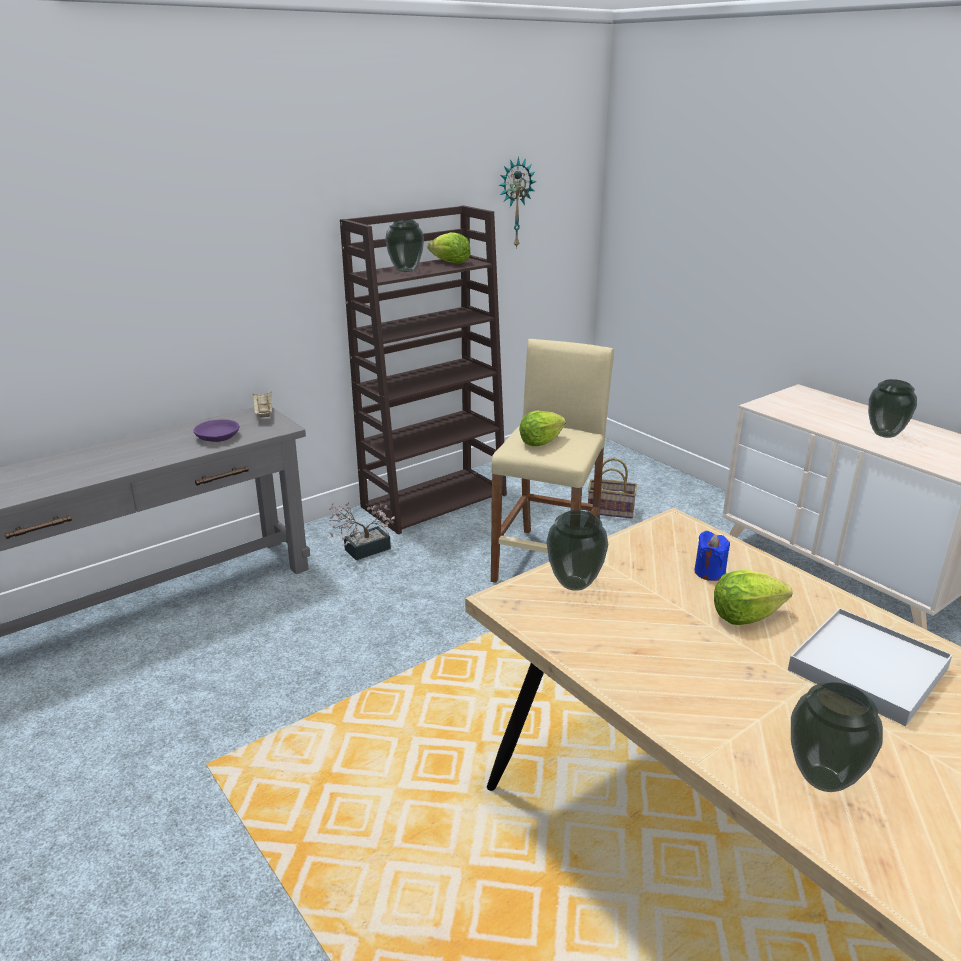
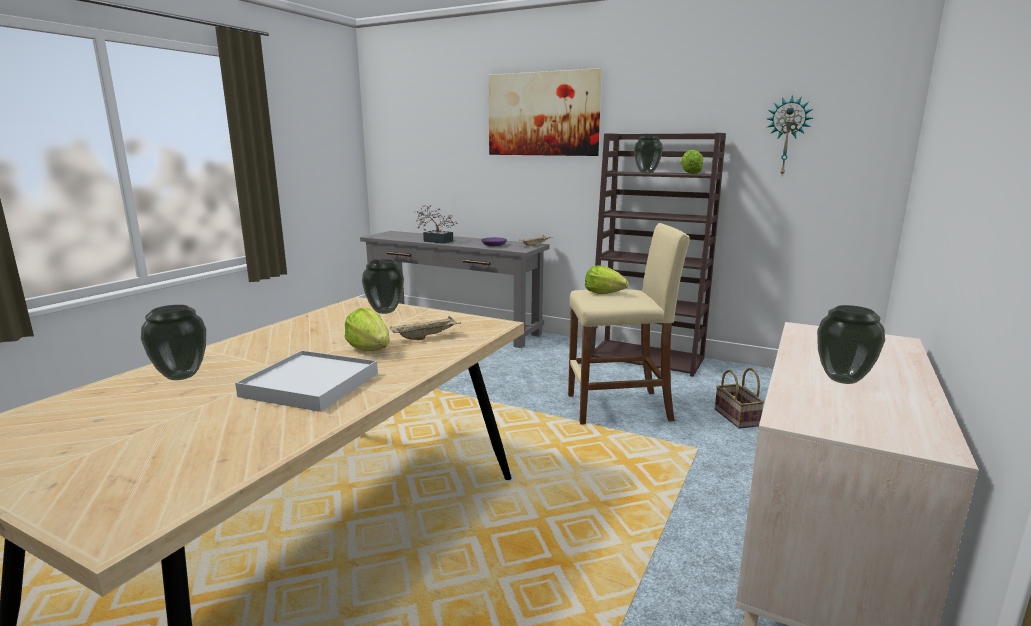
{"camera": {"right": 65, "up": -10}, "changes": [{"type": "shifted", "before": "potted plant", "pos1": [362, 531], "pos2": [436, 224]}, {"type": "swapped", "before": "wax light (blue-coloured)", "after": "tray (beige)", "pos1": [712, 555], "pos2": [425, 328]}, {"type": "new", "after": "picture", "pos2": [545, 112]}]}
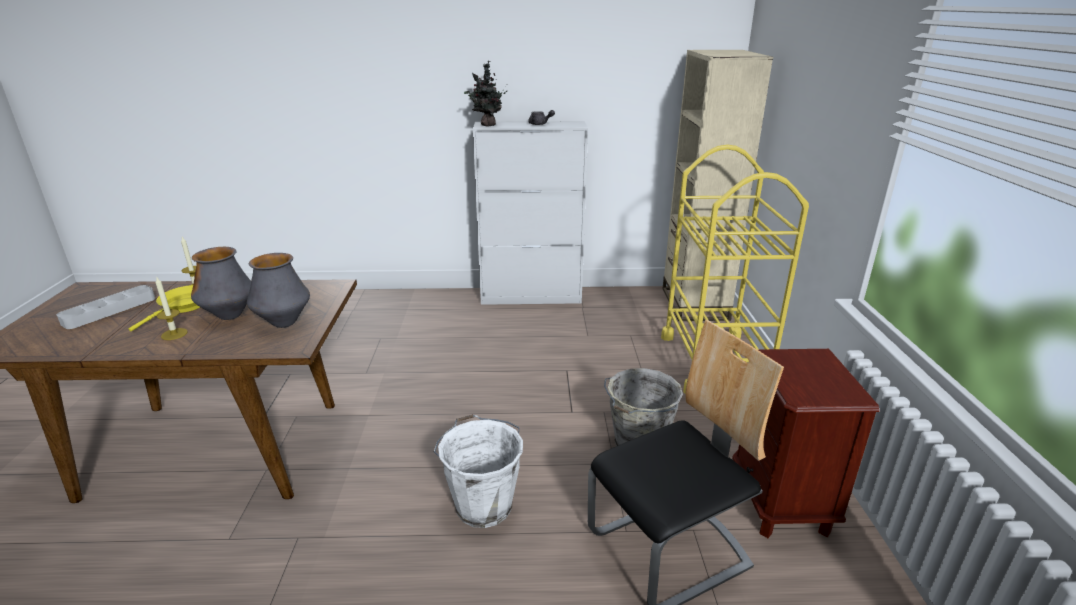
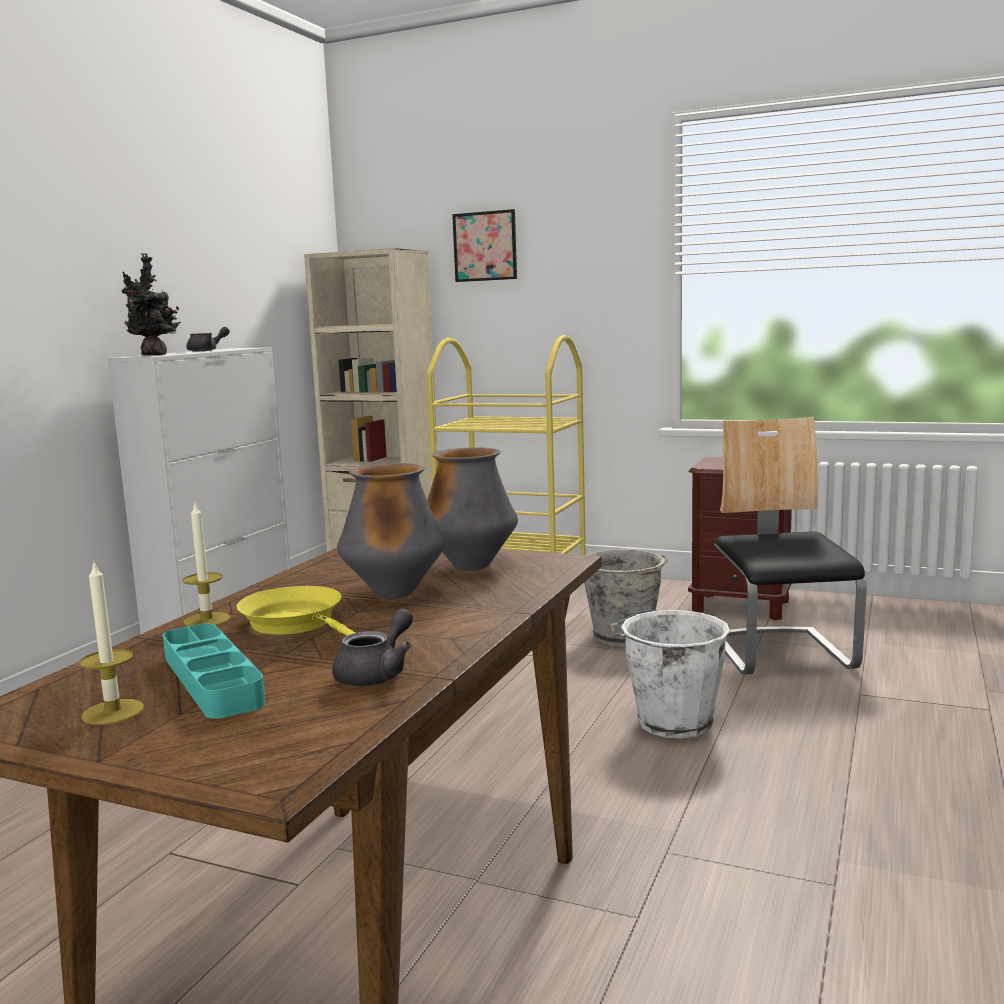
{"camera": {"right": -65, "up": -15}, "changes": [{"type": "repainted", "before": "tray (grey)", "after": "tray (blue-green)", "pos1": [106, 307], "pos2": [214, 671]}, {"type": "shifted", "before": "wax light", "pos1": [171, 308], "pos2": [111, 644]}, {"type": "new", "after": "tea pot (grey)", "pos2": [372, 647]}, {"type": "new", "after": "picture", "pos2": [484, 245]}]}
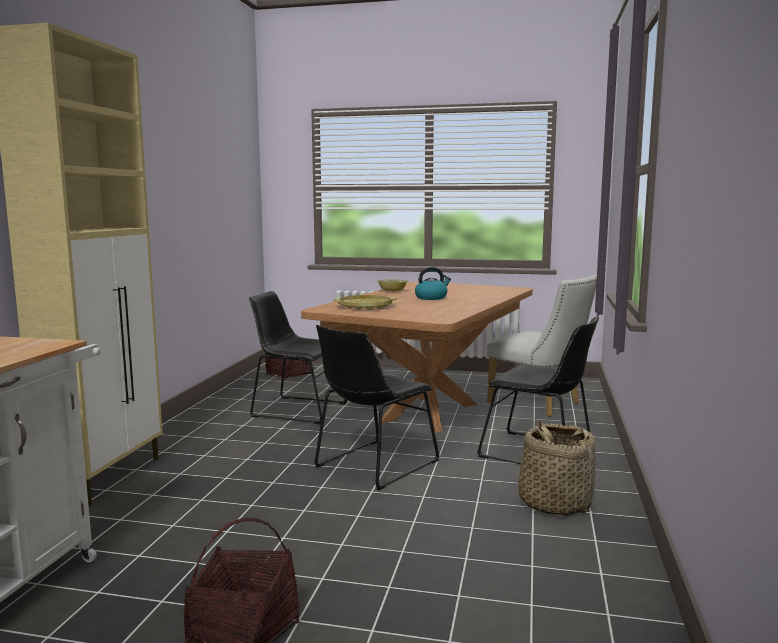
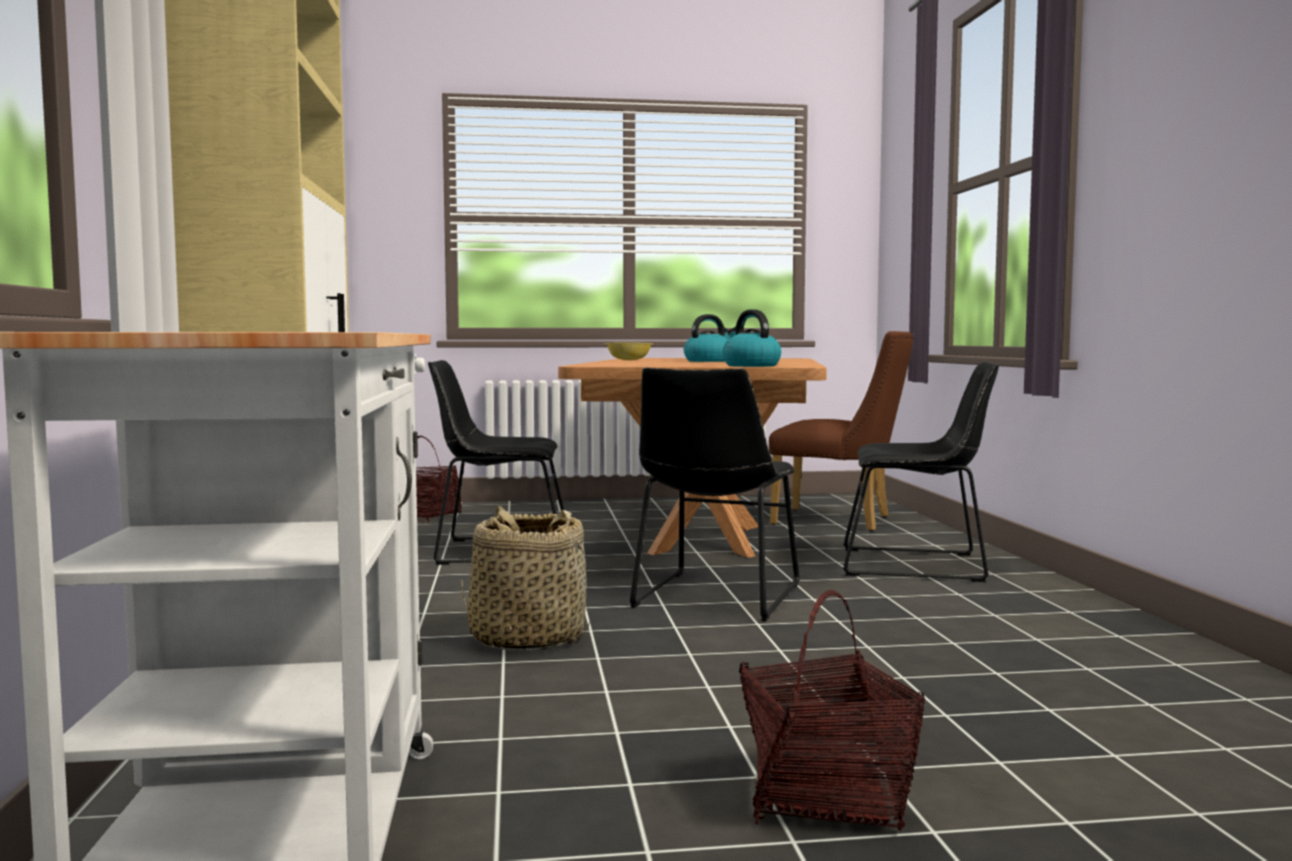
{"camera": {"right": -20, "up": -5}, "changes": [{"type": "gone", "before": "tray (yellow)", "pos1": [365, 302]}, {"type": "repainted", "before": "plain chair (white-coloured)", "after": "plain chair (brown)", "pos1": [542, 346], "pos2": [841, 431]}, {"type": "shifted", "before": "household basket", "pos1": [555, 468], "pos2": [526, 578]}, {"type": "new", "after": "kettle", "pos2": [751, 338]}]}
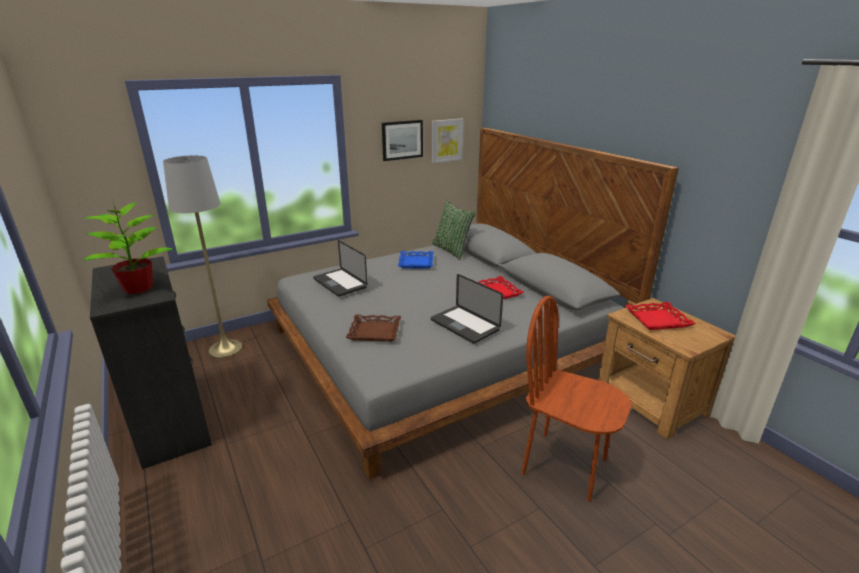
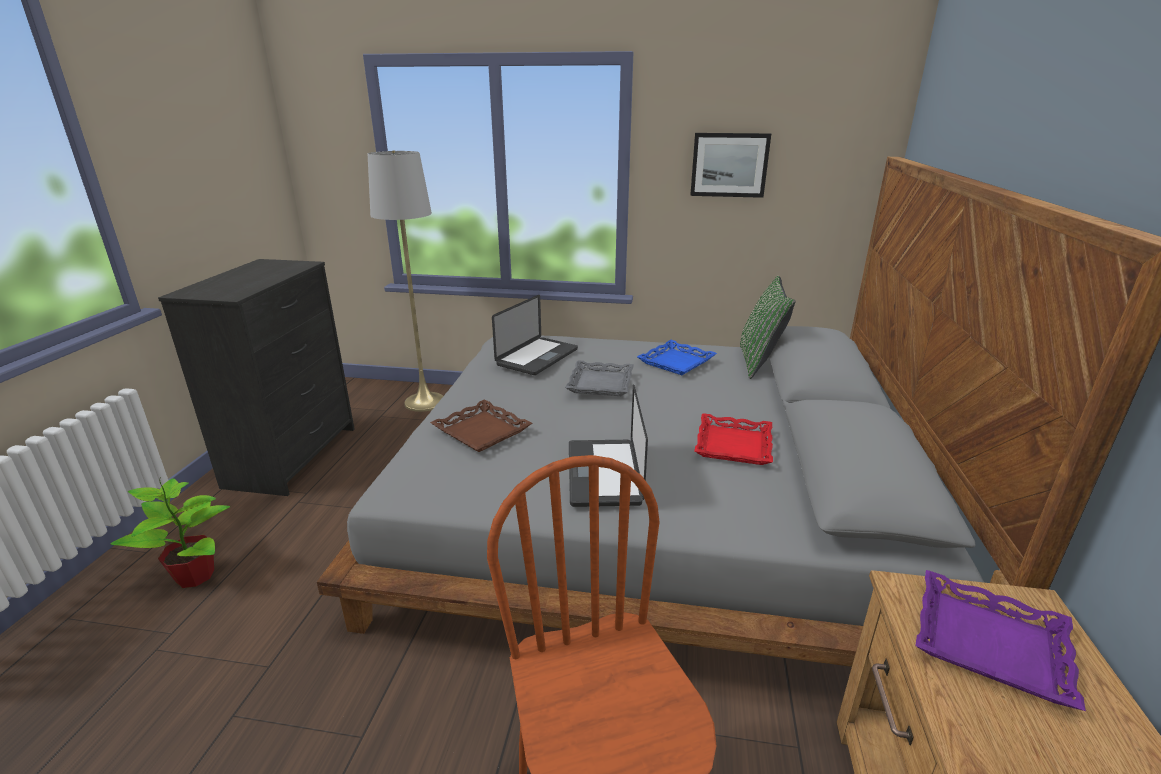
{"camera": {"right": 40, "up": 0}, "changes": [{"type": "shifted", "before": "potted plant", "pos1": [128, 247], "pos2": [170, 532]}, {"type": "rotated", "before": "notebook computer", "pos1": [340, 268], "pos2": [535, 335], "turn": -150}, {"type": "gone", "before": "picture", "pos1": [447, 141]}, {"type": "repainted", "before": "tray (red)", "after": "tray (purplish)", "pos1": [660, 316], "pos2": [1000, 640]}, {"type": "new", "after": "tray (grey)", "pos2": [599, 378]}]}
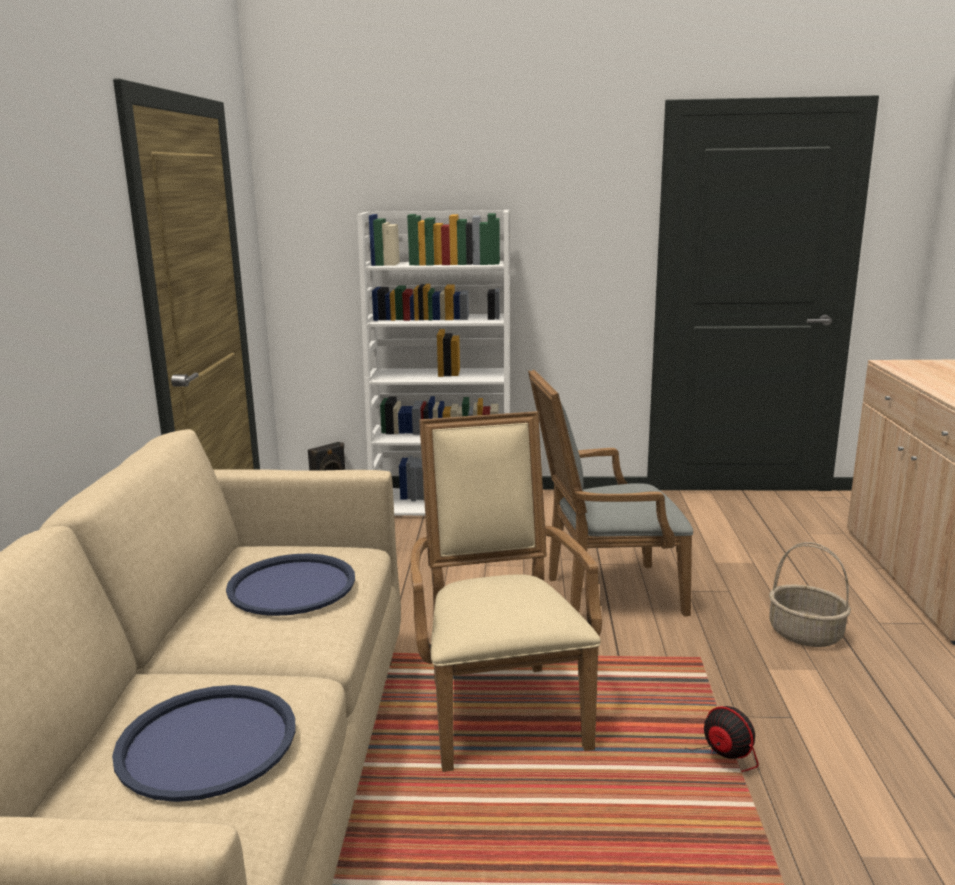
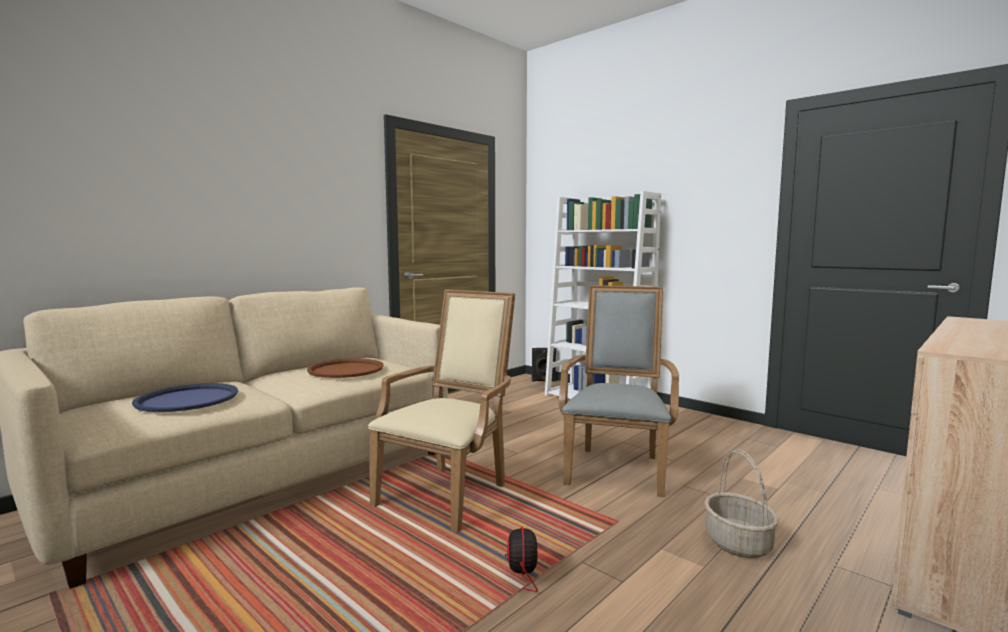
{"camera": {"right": 40, "up": -10}, "changes": [{"type": "repainted", "before": "tray (blue-coloured)", "after": "tray (brown)", "pos1": [290, 585], "pos2": [345, 368]}, {"type": "rotated", "before": "easy chair (grey)", "pos1": [610, 492], "pos2": [619, 391], "turn": 75}]}
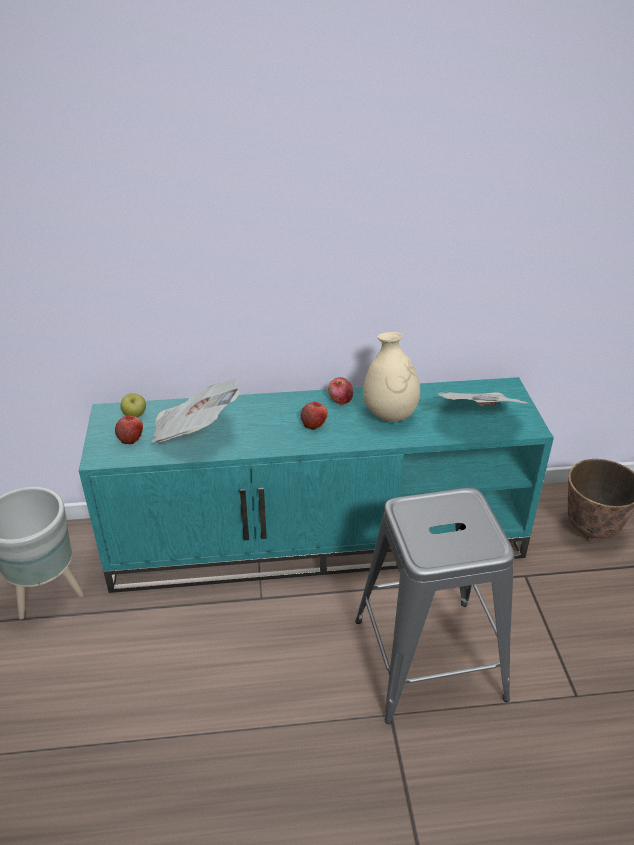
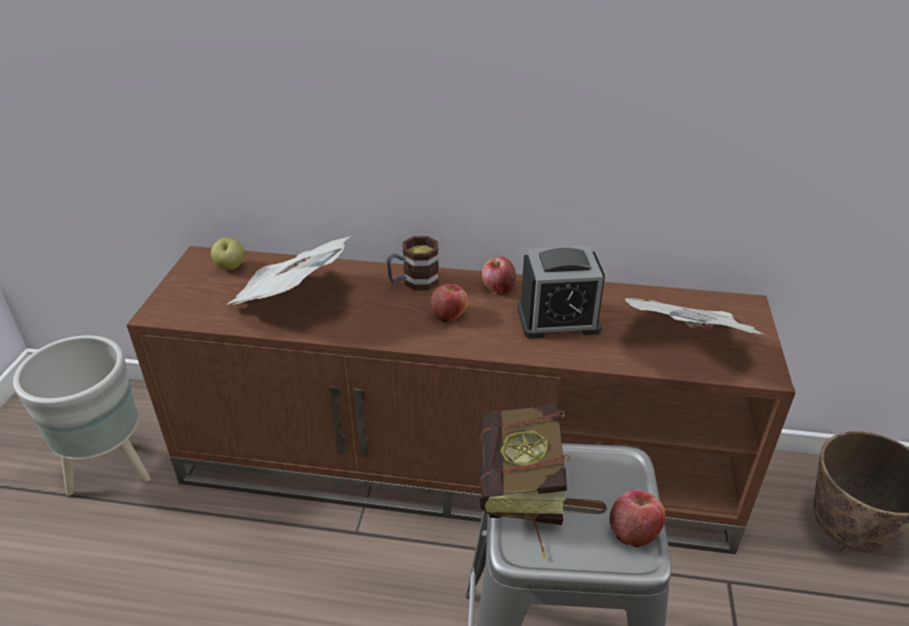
{"camera": {"right": 15, "up": 0}, "changes": [{"type": "repainted", "before": "tv stand (blue-green)", "after": "tv stand (brown)", "pos1": [316, 485], "pos2": [461, 400]}, {"type": "shifted", "before": "whole apple", "pos1": [129, 430], "pos2": [637, 518]}, {"type": "swapped", "before": "flower vase (beige)", "after": "alarm clock", "pos1": [391, 377], "pos2": [561, 292]}, {"type": "new", "after": "coffee mug", "pos2": [413, 263]}, {"type": "new", "after": "bound book", "pos2": [524, 481]}]}
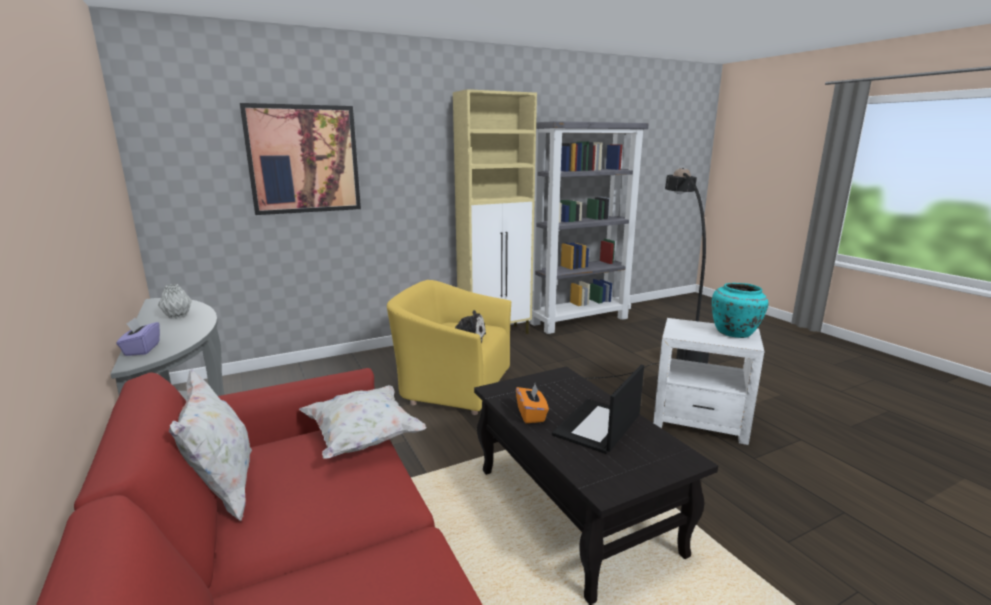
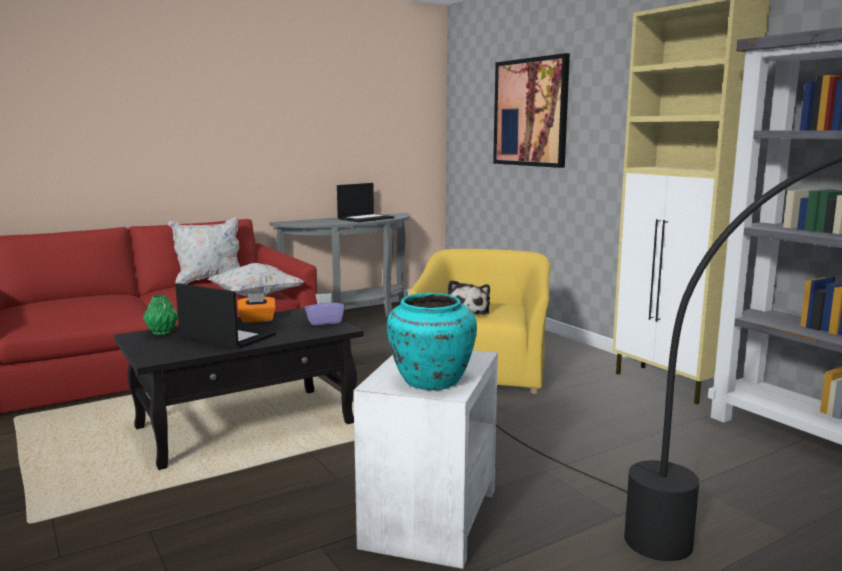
{"camera": {"right": 85, "up": -5}, "changes": [{"type": "shifted", "before": "tissue box (purplish)", "pos1": [138, 337], "pos2": [325, 309]}, {"type": "swapped", "before": "flower vase (grey)", "after": "notebook computer", "pos1": [175, 301], "pos2": [366, 202]}, {"type": "new", "after": "flower vase (green)", "pos2": [160, 315]}]}
